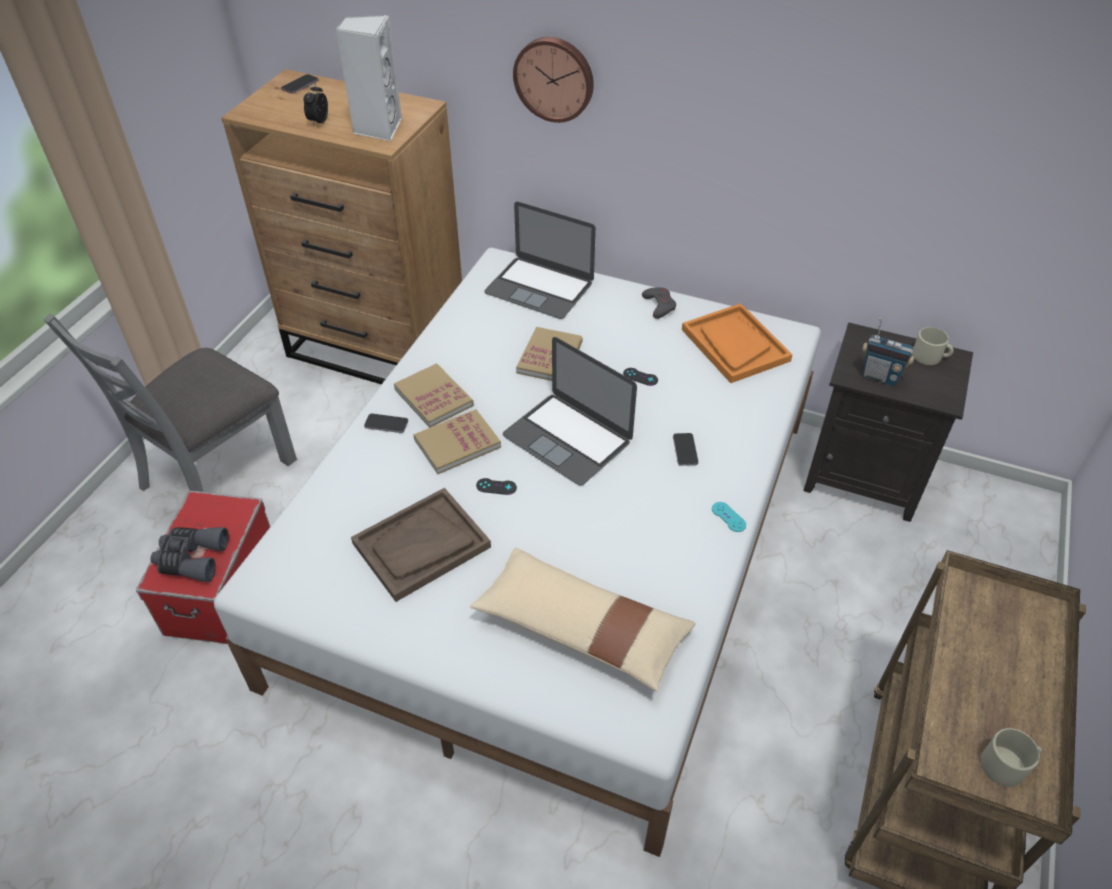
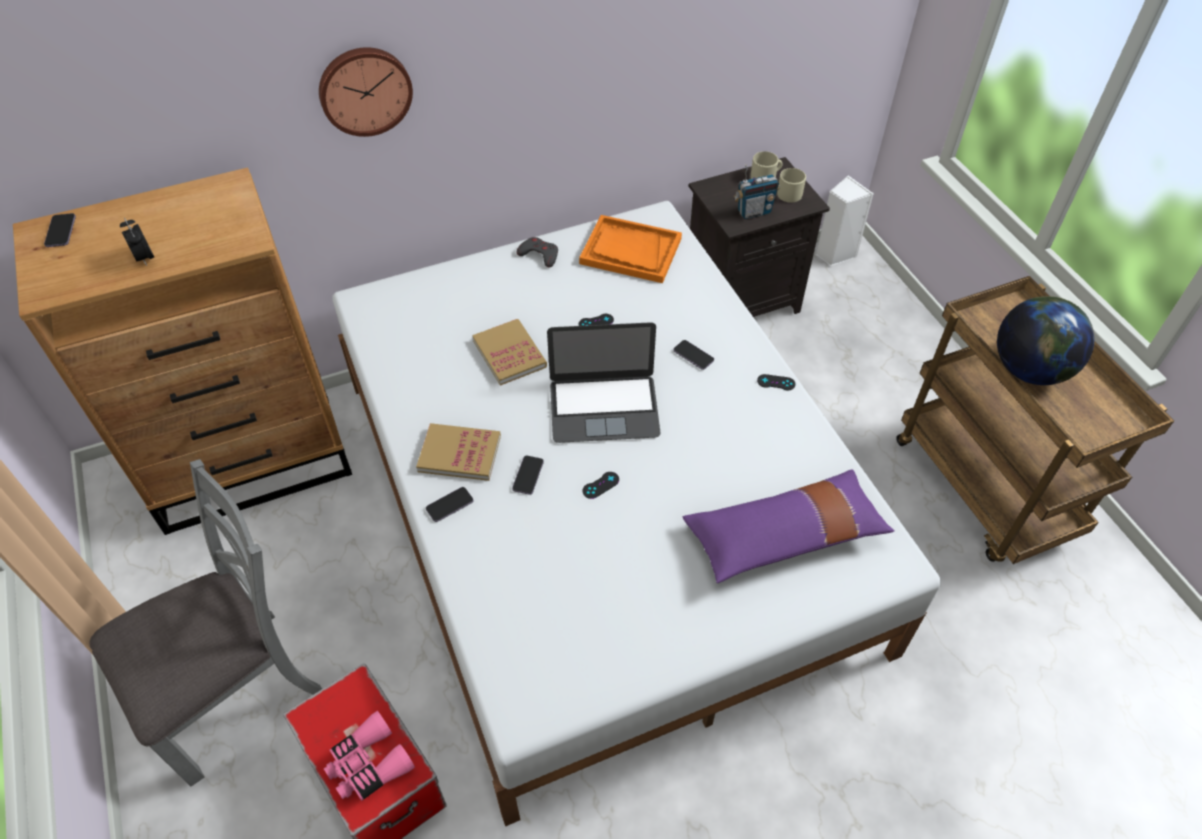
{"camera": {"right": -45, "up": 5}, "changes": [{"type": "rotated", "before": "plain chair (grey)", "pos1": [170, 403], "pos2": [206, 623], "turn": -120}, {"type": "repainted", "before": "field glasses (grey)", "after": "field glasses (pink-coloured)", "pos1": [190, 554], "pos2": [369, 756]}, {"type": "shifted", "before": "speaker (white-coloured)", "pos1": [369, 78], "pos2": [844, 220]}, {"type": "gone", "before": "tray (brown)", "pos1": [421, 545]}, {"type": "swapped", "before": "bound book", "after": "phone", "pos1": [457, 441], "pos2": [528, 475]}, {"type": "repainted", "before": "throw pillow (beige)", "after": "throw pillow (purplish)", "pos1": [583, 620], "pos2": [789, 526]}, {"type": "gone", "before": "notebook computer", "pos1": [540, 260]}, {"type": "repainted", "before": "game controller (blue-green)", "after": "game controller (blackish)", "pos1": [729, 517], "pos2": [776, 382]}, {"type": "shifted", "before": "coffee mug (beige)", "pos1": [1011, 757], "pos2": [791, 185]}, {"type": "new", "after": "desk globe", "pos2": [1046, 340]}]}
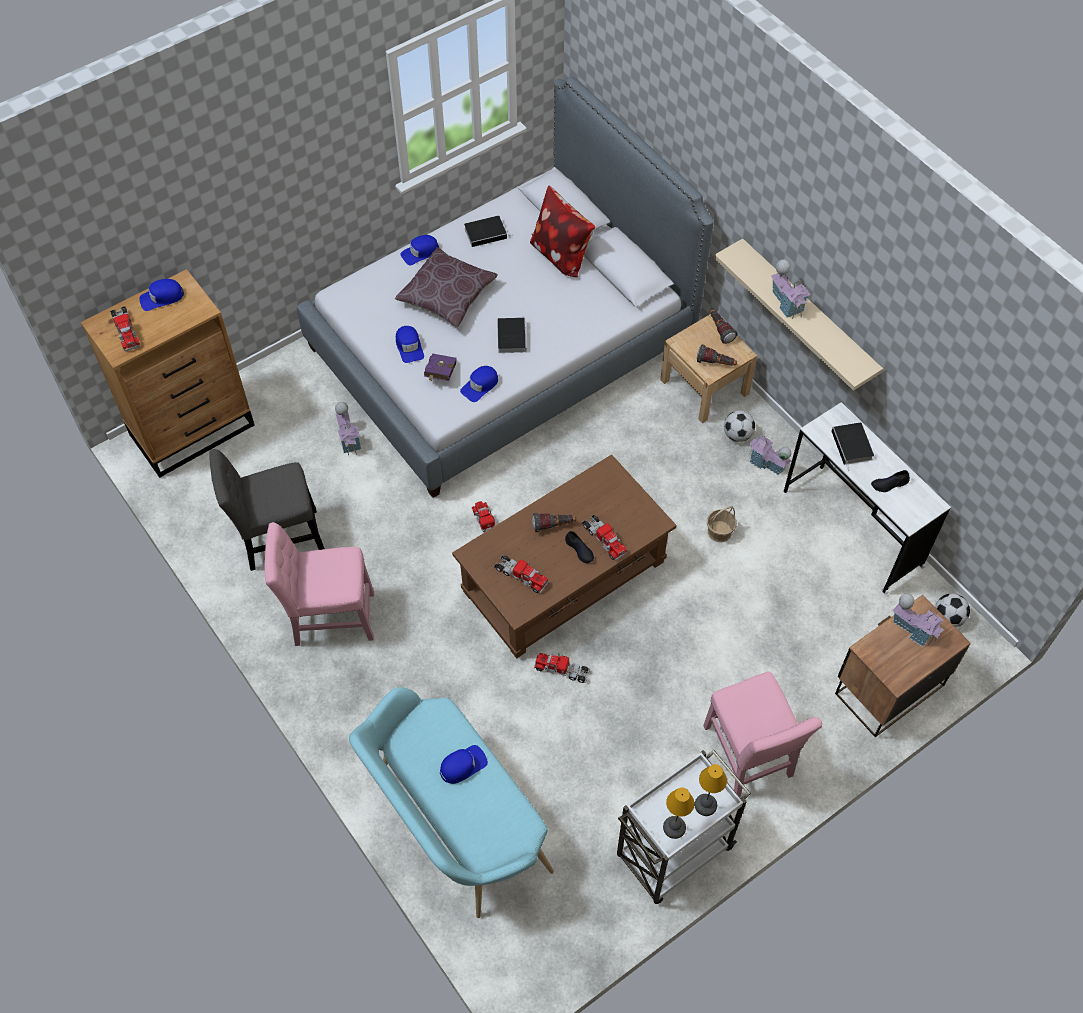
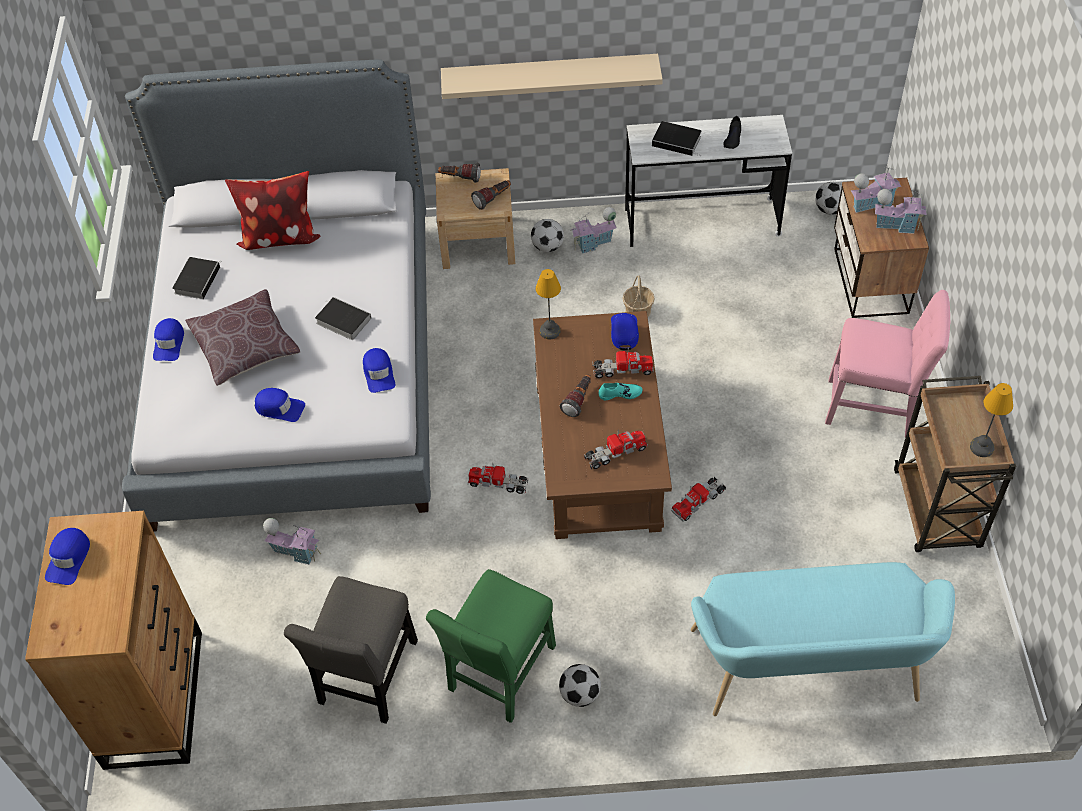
{"camera": {"right": -55, "up": -5}, "changes": [{"type": "gone", "before": "toy lorry", "pos1": [125, 329]}, {"type": "repainted", "before": "plain chair (pink-coloured)", "after": "plain chair (green)", "pos1": [319, 584], "pos2": [491, 646]}, {"type": "gone", "before": "bound book (purplish)", "pos1": [440, 367]}, {"type": "shifted", "before": "cap (blue-coloured)", "pos1": [464, 764], "pos2": [625, 331]}, {"type": "repainted", "before": "shoe (blackish)", "after": "shoe (blue-green)", "pos1": [579, 547], "pos2": [621, 391]}, {"type": "repainted", "before": "cart (white-coloured)", "after": "cart (brown)", "pos1": [684, 827], "pos2": [955, 464]}, {"type": "shifted", "before": "lamp for a table", "pos1": [710, 790], "pos2": [548, 304]}, {"type": "shifted", "before": "model house", "pos1": [790, 289], "pos2": [901, 211]}, {"type": "new", "after": "football ball", "pos2": [580, 685]}]}
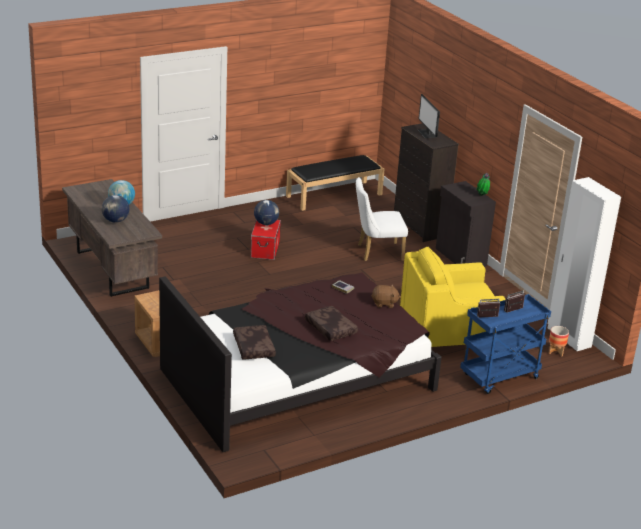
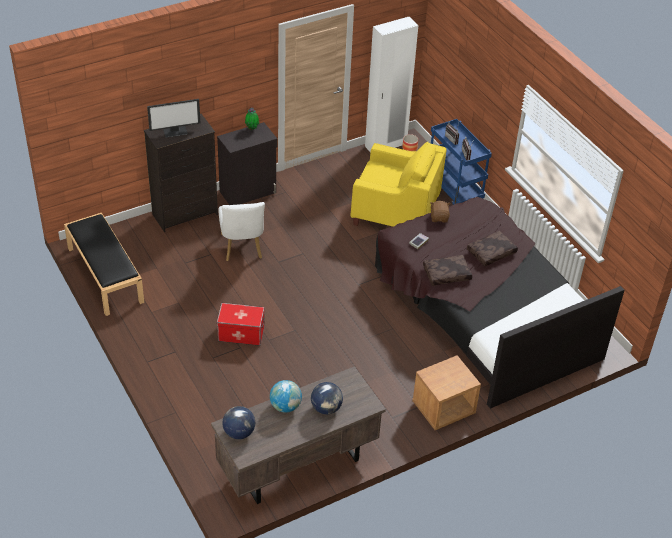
{"camera": {"right": -90, "up": 15}, "changes": [{"type": "shifted", "before": "throw pillow (brown)", "pos1": [254, 342], "pos2": [447, 270]}, {"type": "shifted", "before": "desk globe", "pos1": [266, 212], "pos2": [238, 422]}, {"type": "rotated", "before": "easy chair (yellow)", "pos1": [453, 296], "pos2": [398, 184], "turn": -60}]}
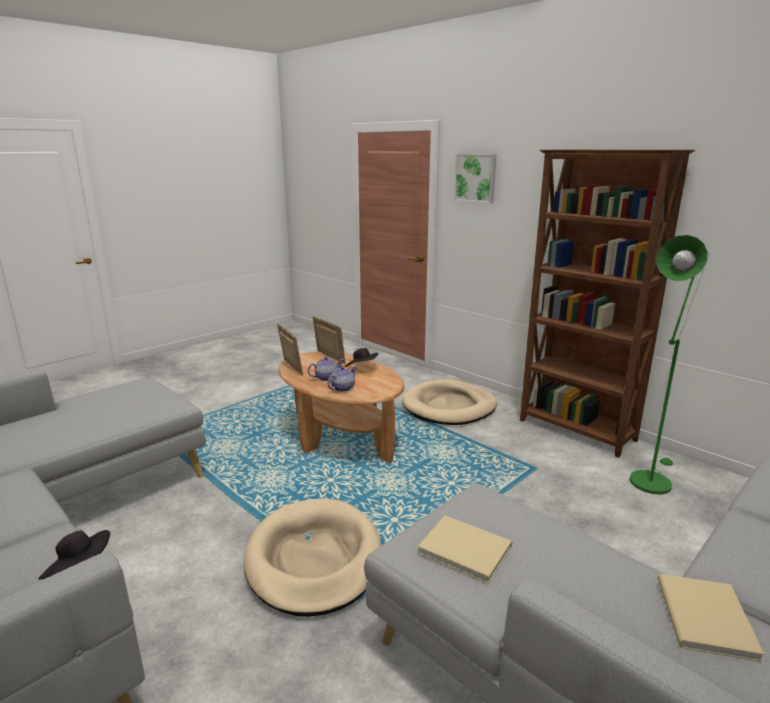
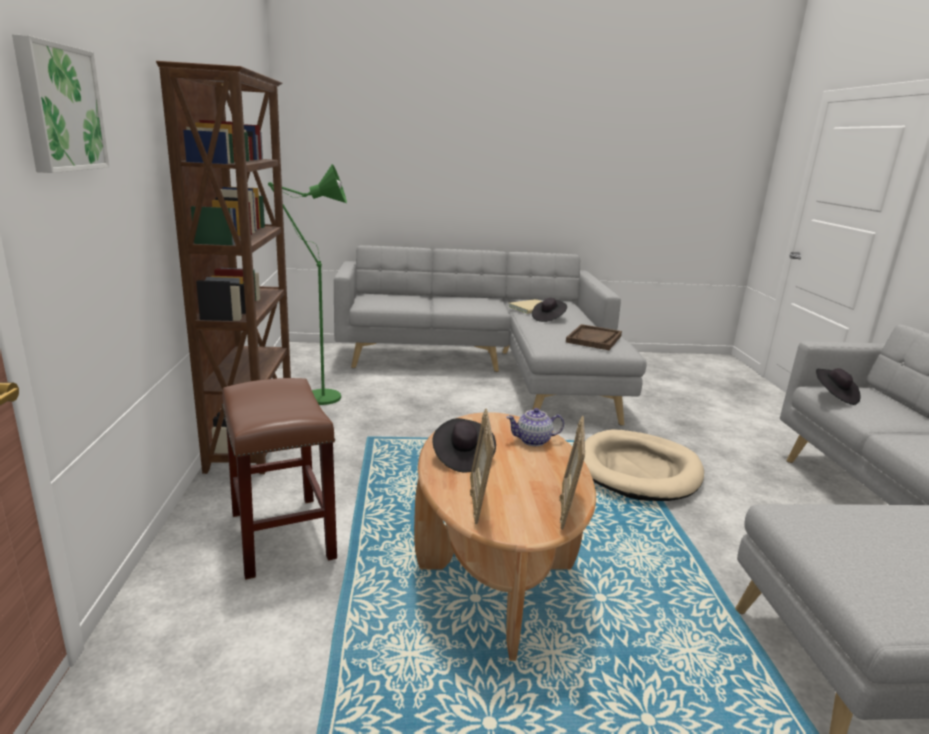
{"camera": {"right": -140, "up": 0}, "changes": [{"type": "gone", "before": "tea pot", "pos1": [326, 369]}, {"type": "swapped", "before": "dog cushion (beige)", "after": "stool seat (brown)", "pos1": [449, 402], "pos2": [279, 479]}, {"type": "swapped", "before": "bound book (beige)", "after": "tray (brown)", "pos1": [465, 549], "pos2": [594, 337]}, {"type": "new", "after": "wearable hat (blackish)", "pos2": [549, 310]}]}
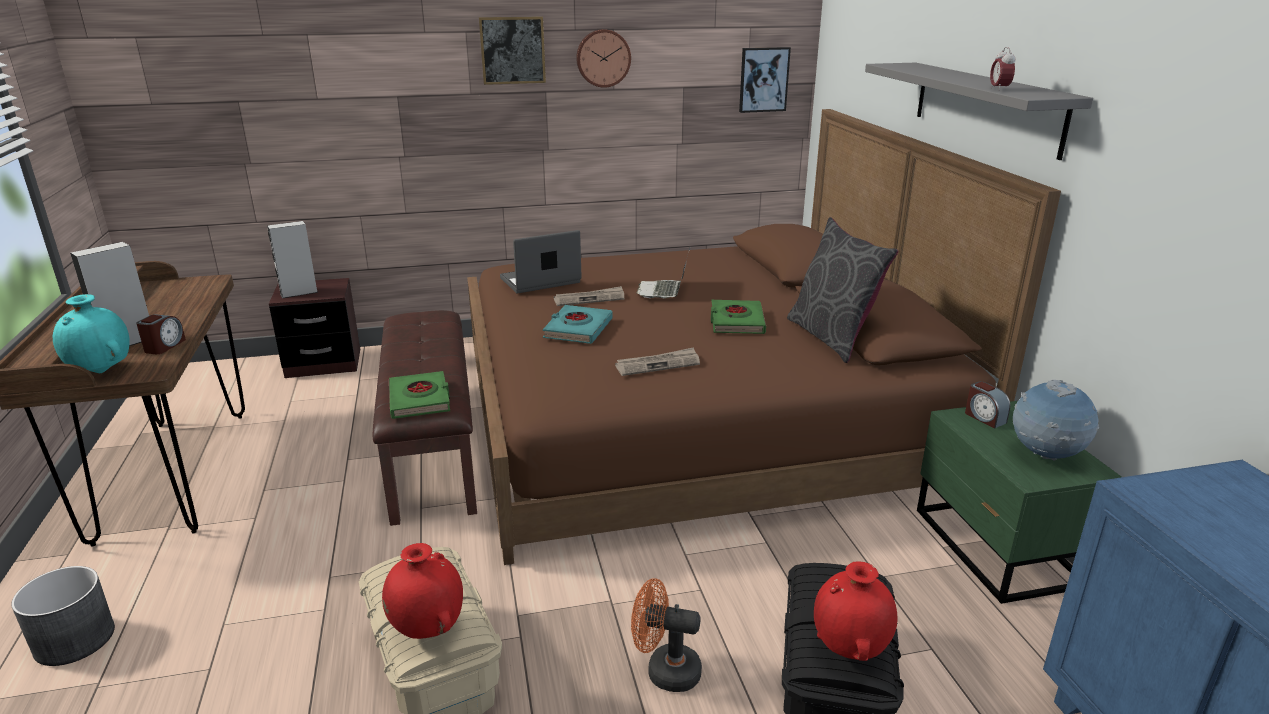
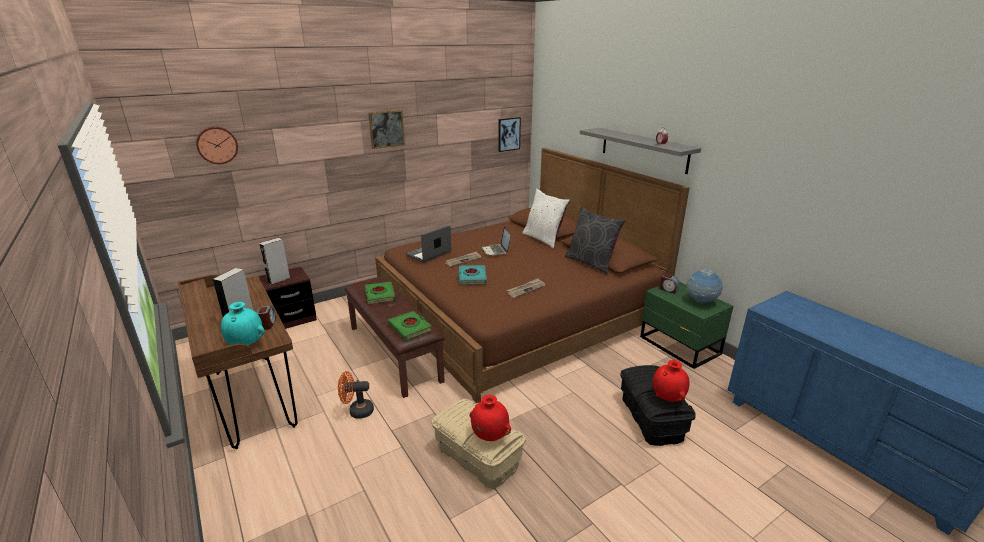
{"camera": {"right": -20, "up": 0}, "changes": [{"type": "gone", "before": "planter (grey)", "pos1": [63, 616]}, {"type": "shifted", "before": "hanging clock", "pos1": [603, 58], "pos2": [217, 145]}, {"type": "shifted", "before": "fan (orange-coloured)", "pos1": [666, 635], "pos2": [356, 395]}, {"type": "shifted", "before": "bound book (green)", "pos1": [738, 317], "pos2": [380, 293]}, {"type": "new", "after": "throw pillow (white-coloured)", "pos2": [546, 218]}]}
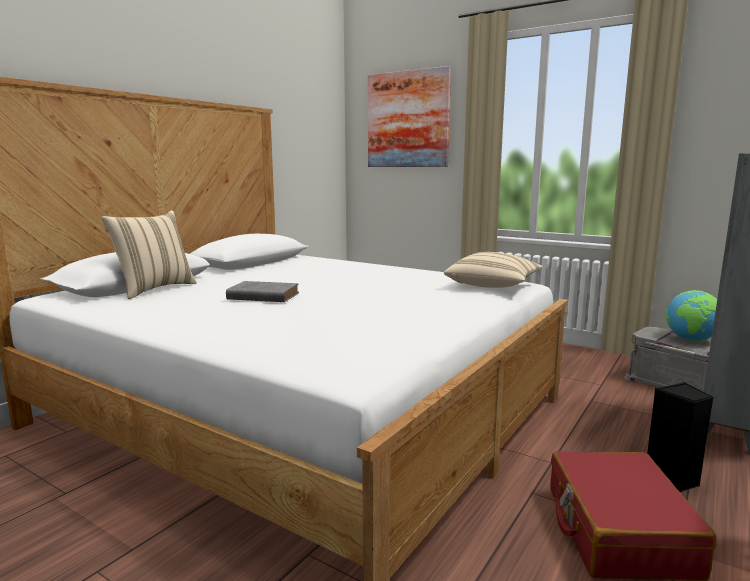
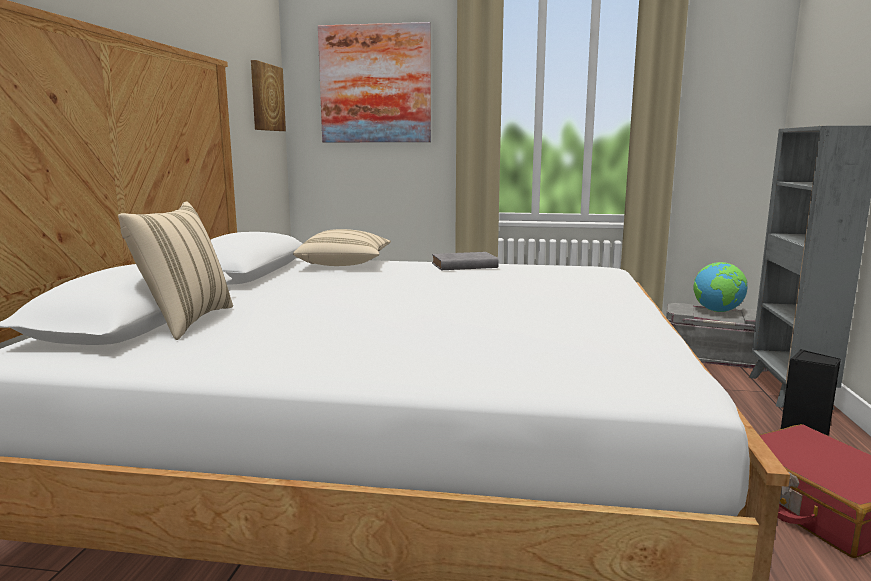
{"camera": {"right": -25, "up": 0}, "changes": [{"type": "shifted", "before": "bound book (grey)", "pos1": [262, 291], "pos2": [465, 261]}, {"type": "shifted", "before": "throw pillow (beige)", "pos1": [493, 270], "pos2": [342, 247]}, {"type": "new", "after": "picture", "pos2": [268, 95]}]}
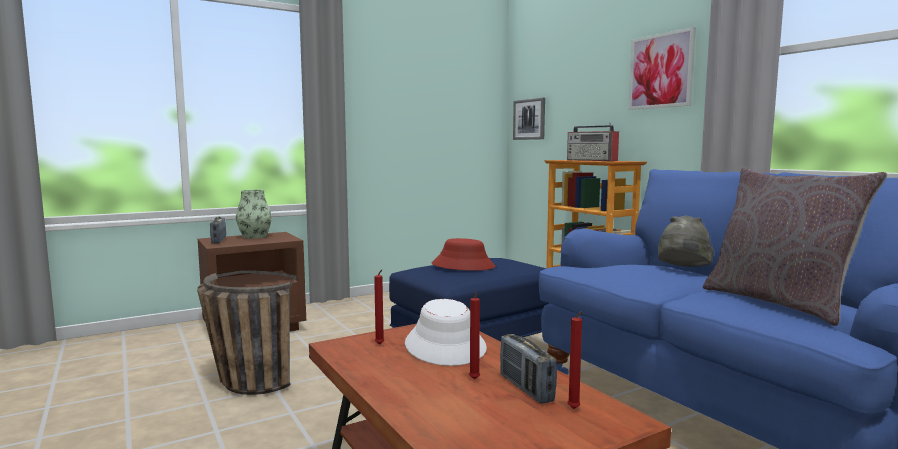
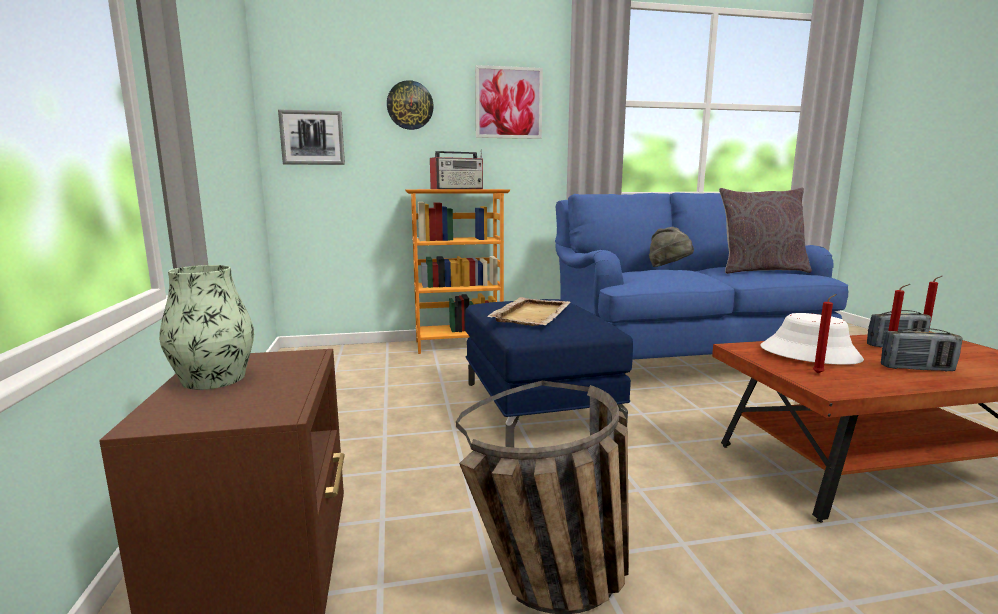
{"camera": {"right": -70, "up": 5}, "changes": [{"type": "shifted", "before": "radio set", "pos1": [218, 230], "pos2": [922, 349]}, {"type": "swapped", "before": "wearable hat (red)", "after": "tray (beige)", "pos1": [463, 254], "pos2": [529, 311]}, {"type": "new", "after": "hanging clock", "pos2": [410, 105]}]}
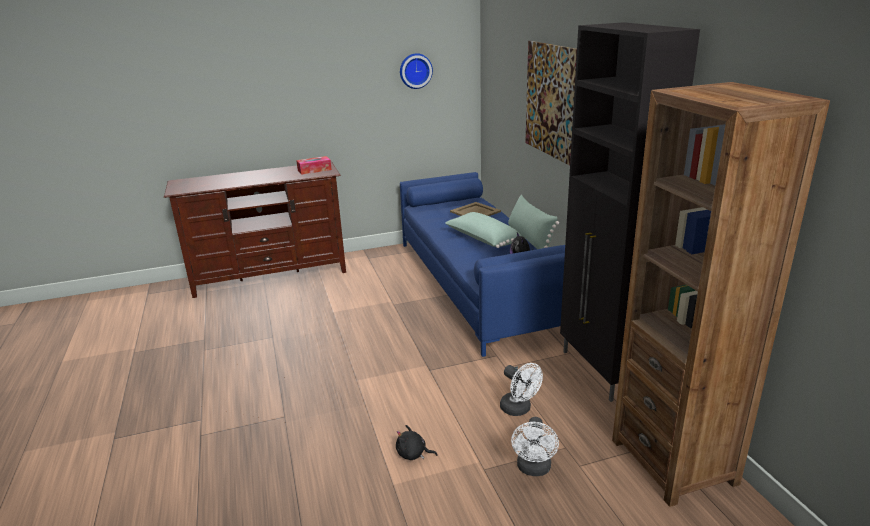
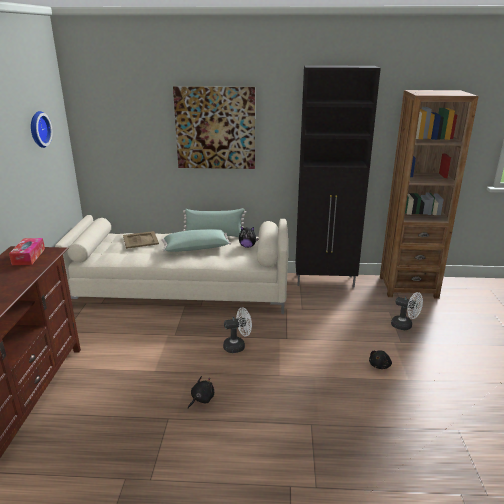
{"camera": {"right": -70, "up": 0}, "changes": [{"type": "repainted", "before": "sofa (blue-coloured)", "after": "sofa (beige)", "pos1": [482, 264], "pos2": [171, 264]}, {"type": "shifted", "before": "fan (white-coloured)", "pos1": [521, 389], "pos2": [237, 330]}, {"type": "new", "after": "cuddly toy (blackish)", "pos2": [201, 392]}]}
